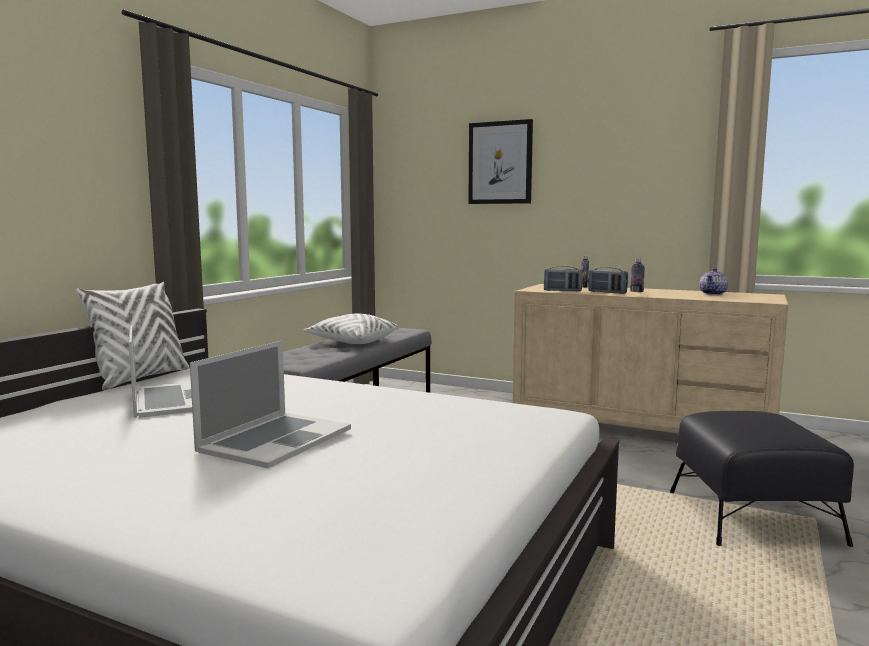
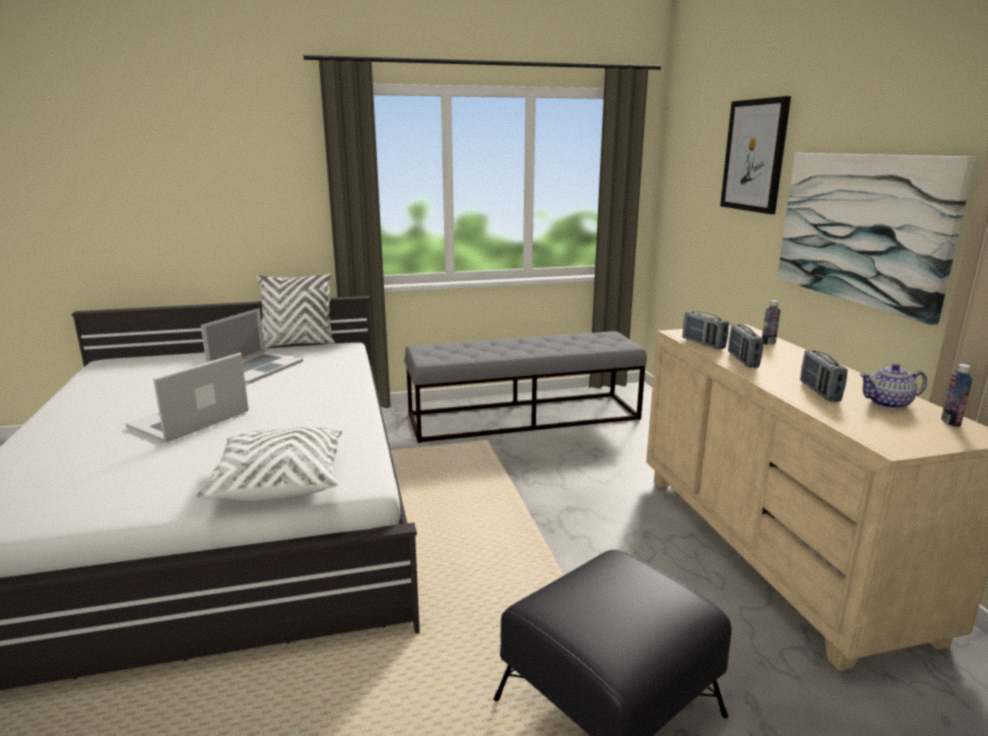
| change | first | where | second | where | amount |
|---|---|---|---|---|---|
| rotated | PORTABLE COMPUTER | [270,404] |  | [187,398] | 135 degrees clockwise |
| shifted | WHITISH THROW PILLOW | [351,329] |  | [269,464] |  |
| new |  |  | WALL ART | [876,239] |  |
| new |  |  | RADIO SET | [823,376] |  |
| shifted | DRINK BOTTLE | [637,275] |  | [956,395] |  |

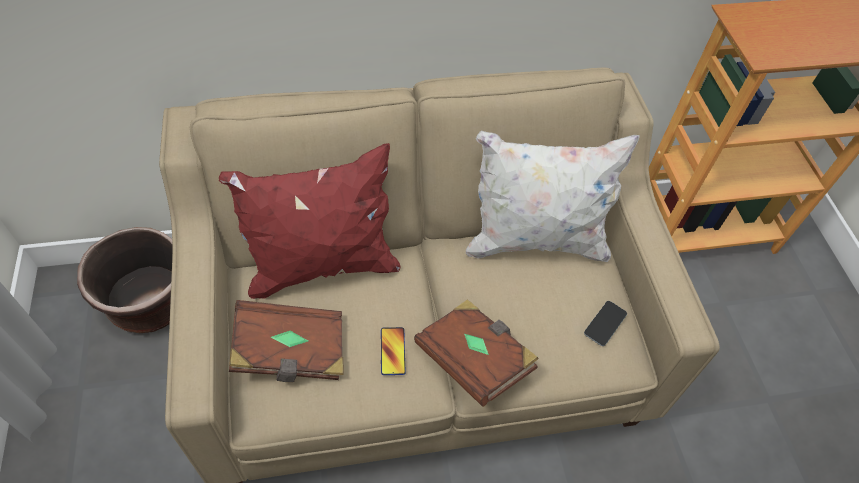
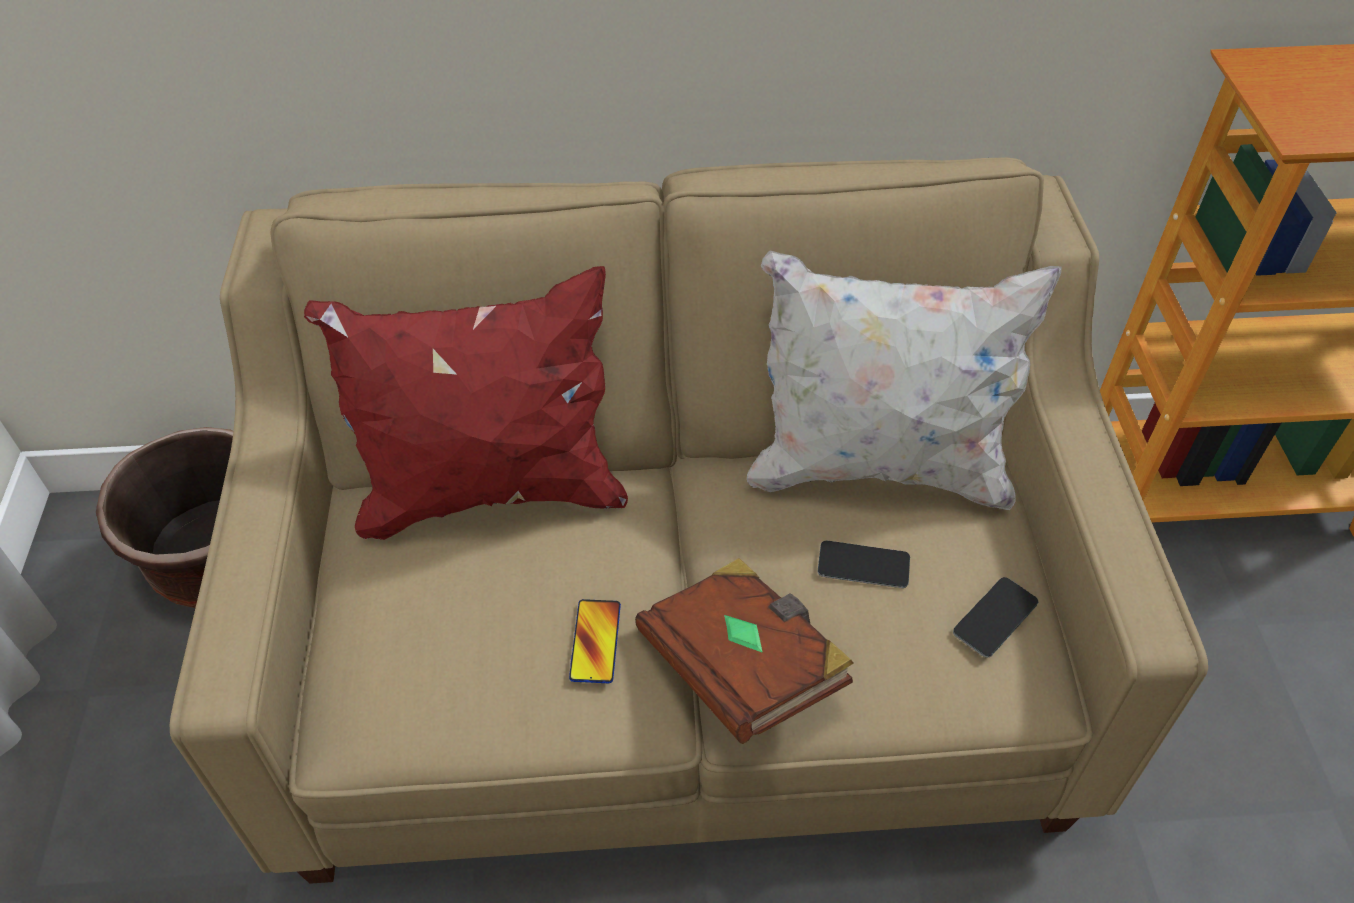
| change | first | where | second | where | amount |
|---|---|---|---|---|---|
| new |  |  | HANDSET | [864,564] |  |
| gone | BROWN VOLUME | [286,341] |  |  |  |

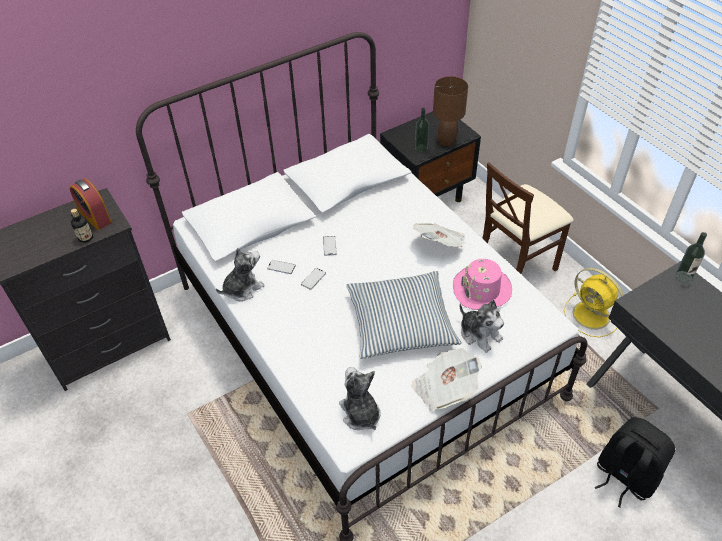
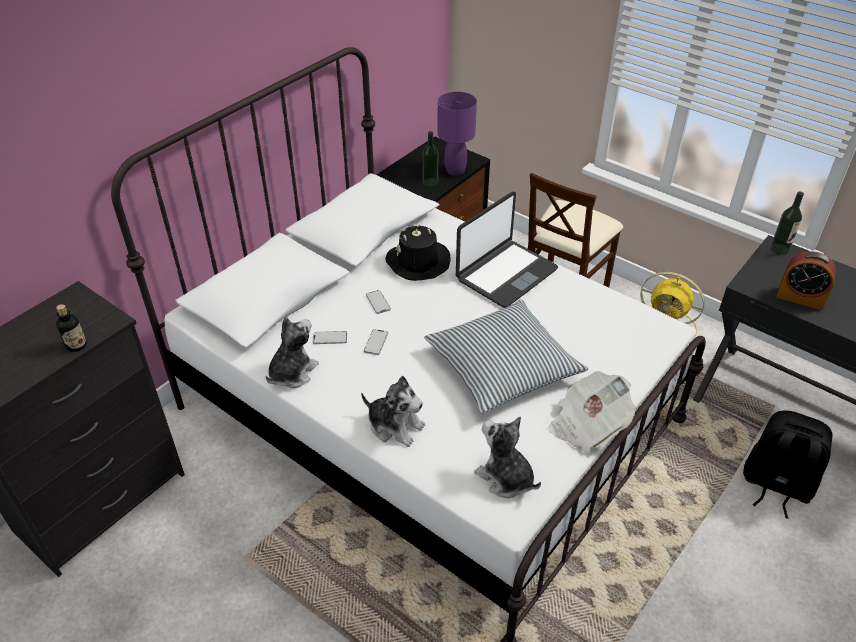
| change | first | where | second | where | amount |
|---|---|---|---|---|---|
| shifted | SOFT TOY | [482,326] |  | [393,411] |  |
| new |  |  | BLACK-COLOURED WEARABLE HAT | [418,252] |  |
| repainted | BROWN TABLE LAMP | [450,111] | PURPLISH TABLE LAMP | [457,133] |  |
| swapped | NEWSPAPER | [439,235] | PORTABLE COMPUTER | [507,250] |  |
| shifted | BEDSIDE CLOCK | [91,204] |  | [806,280] |  |
| gone | PINK WEARABLE HAT | [482,284] |  |  |  |

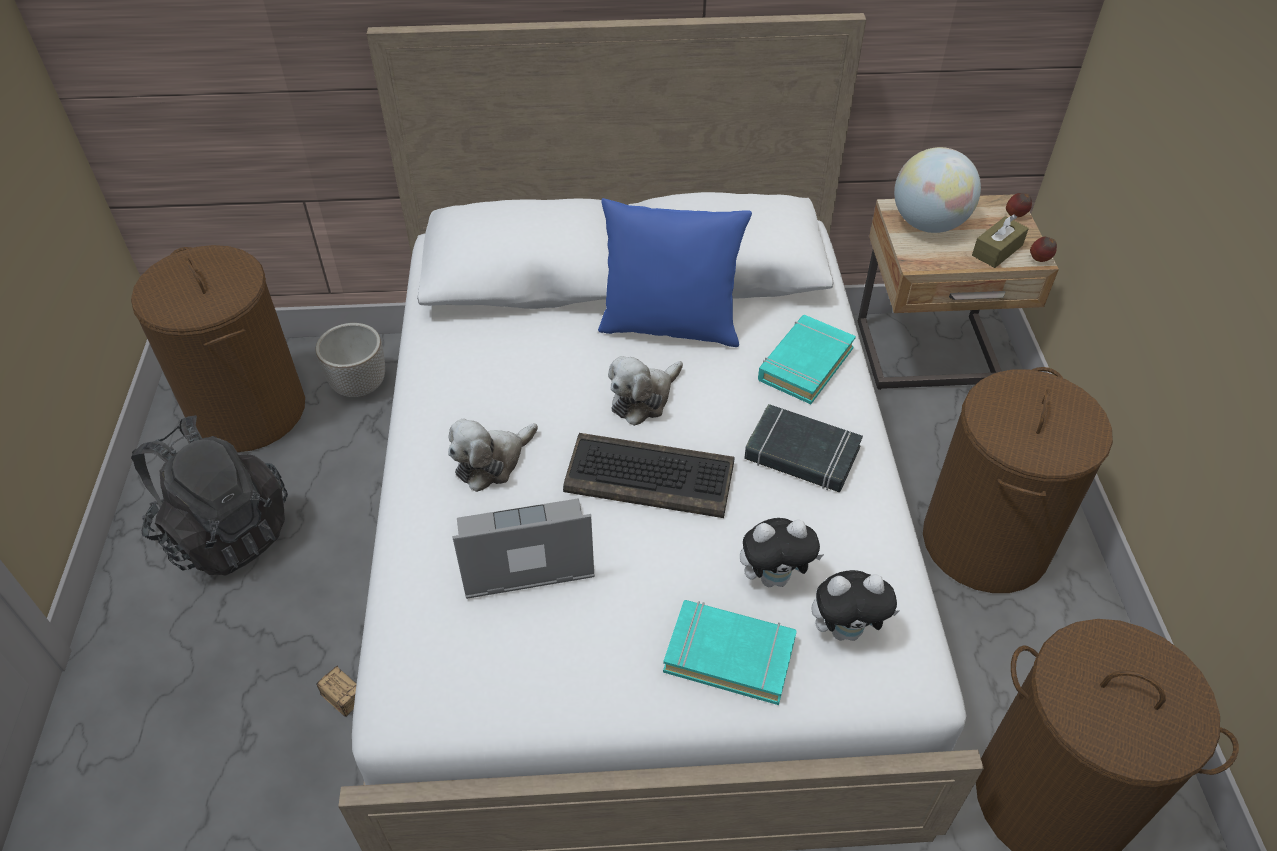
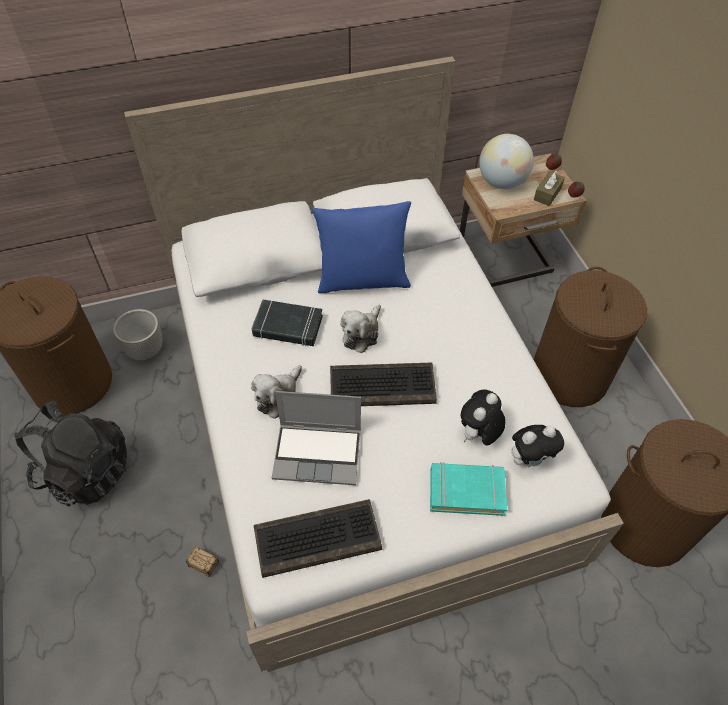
| change | first | where | second | where | amount |
|---|---|---|---|---|---|
| shifted | BLACK-COLOURED VOLUME | [803,448] |  | [287,322] |  |
| new |  |  | KEYBOARD | [318,538] |  |
| rotated | PORTABLE COMPUTER | [523,548] |  | [316,438] | 150 degrees counterclockwise |
| rotated | SOFT TOY | [782,552] |  | [483,417] | 150 degrees clockwise |
| gone | BLUE-GREEN VOLUME | [807,359] |  |  |  |

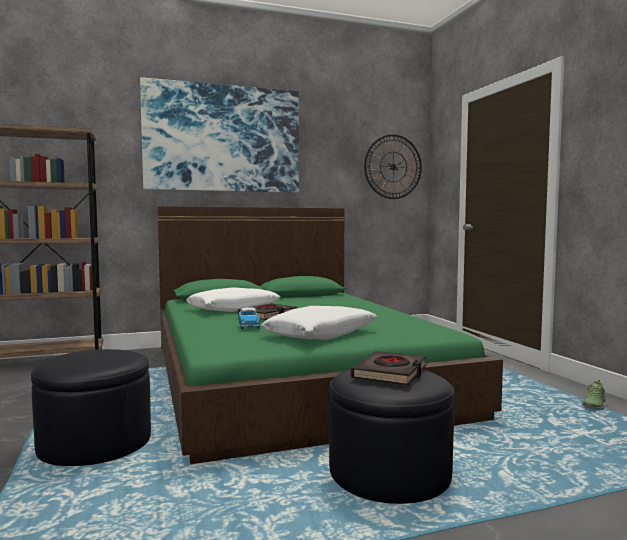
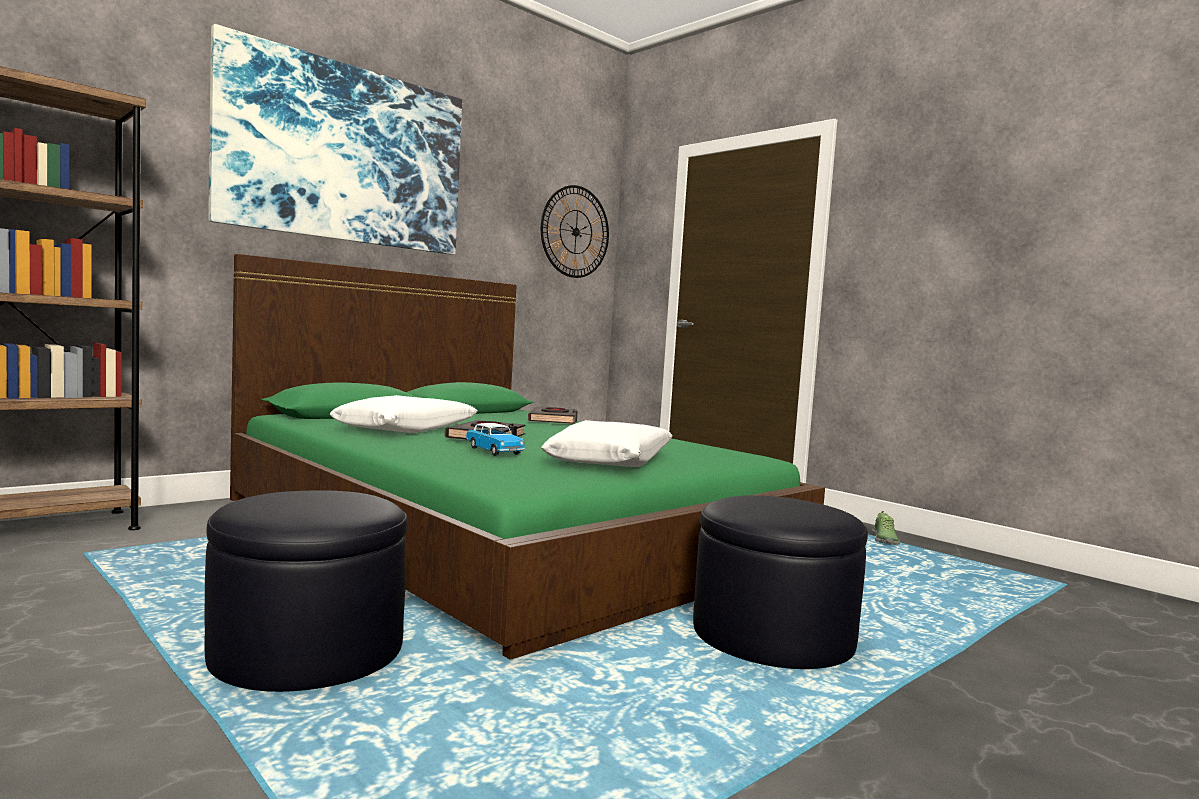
| change | first | where | second | where | amount |
|---|---|---|---|---|---|
| shifted | BLACK-COLOURED VOLUME | [388,368] |  | [553,415] |  |

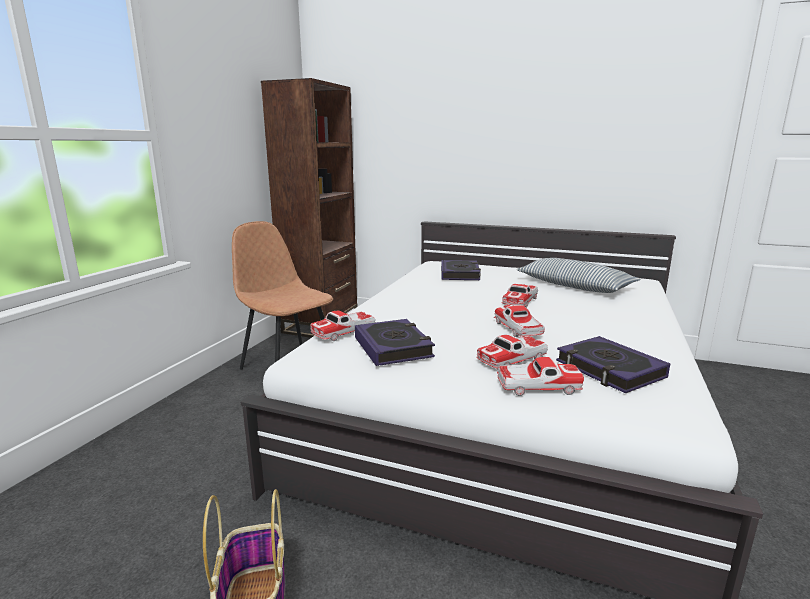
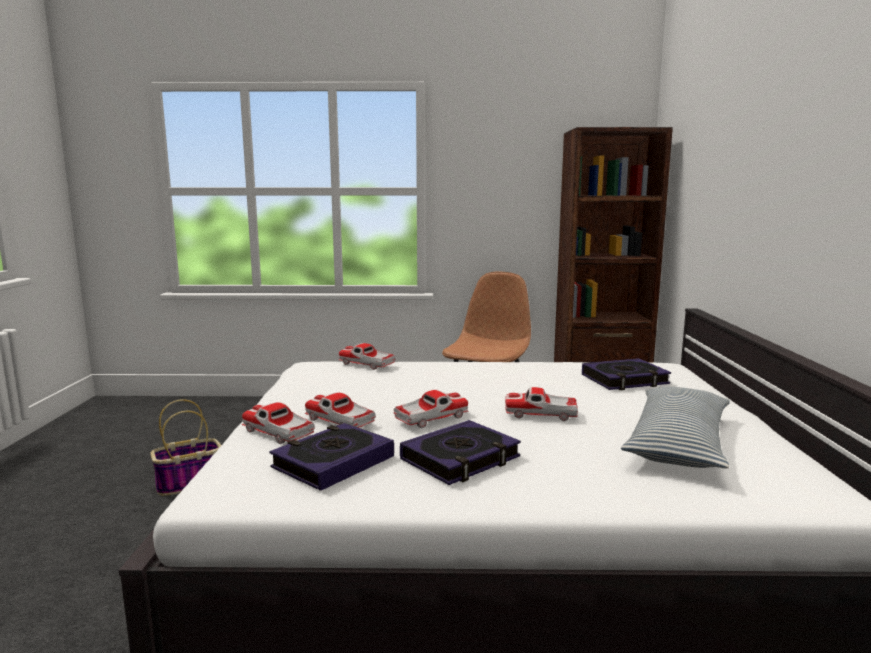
| change | first | where | second | where | amount |
|---|---|---|---|---|---|
| rotated | MODEL CAR | [540,376] |  | [278,423] | 150 degrees clockwise |
| shifted | VOLUME | [395,342] |  | [460,452] |  |

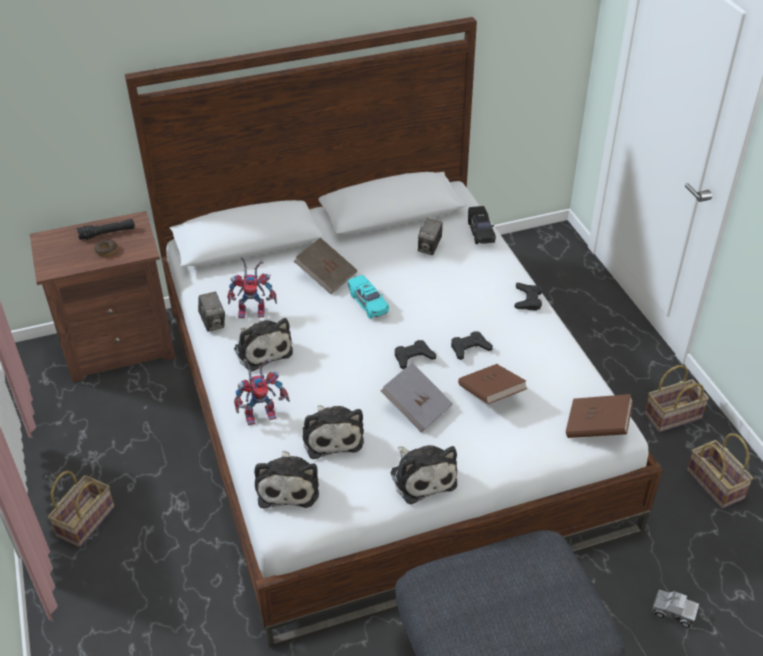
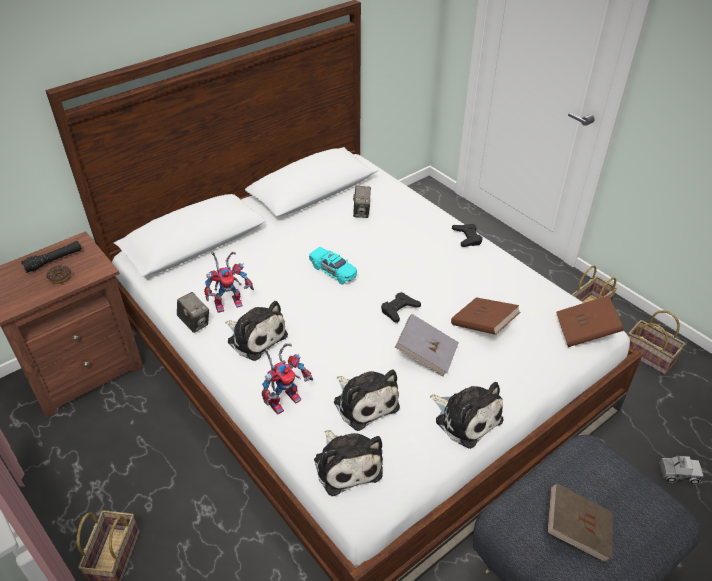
| change | first | where | second | where | amount |
|---|---|---|---|---|---|
| shifted | BROWN VOLUME | [325,266] |  | [580,522] |  |
| gone | BLACK-COLOURED JOYPAD | [472,345] |  |  |  |
| gone | BLACK-COLOURED MODEL CAR | [482,225] |  |  |  |

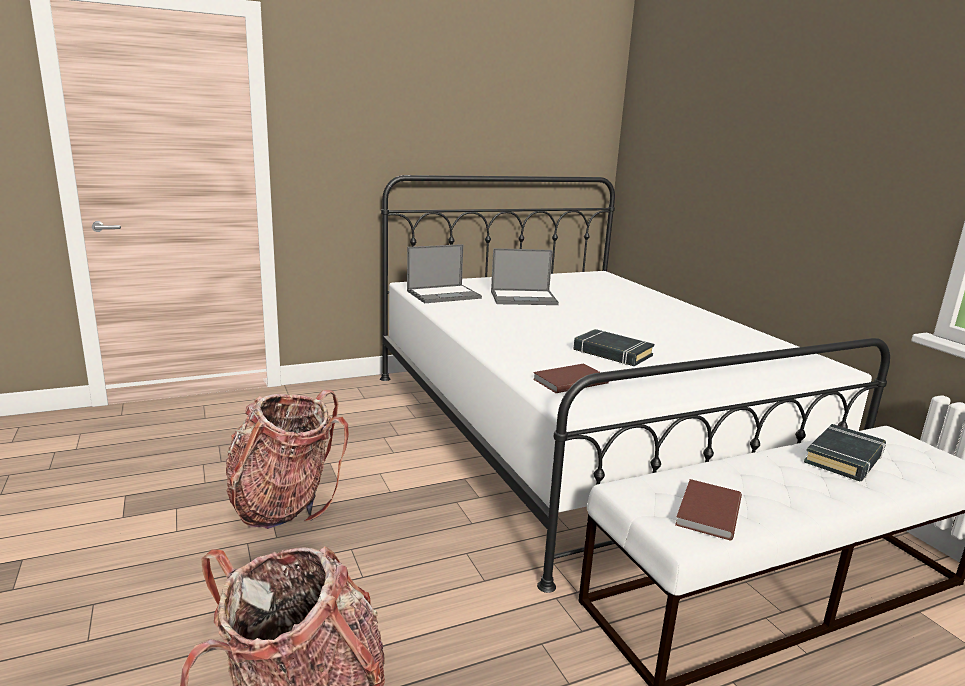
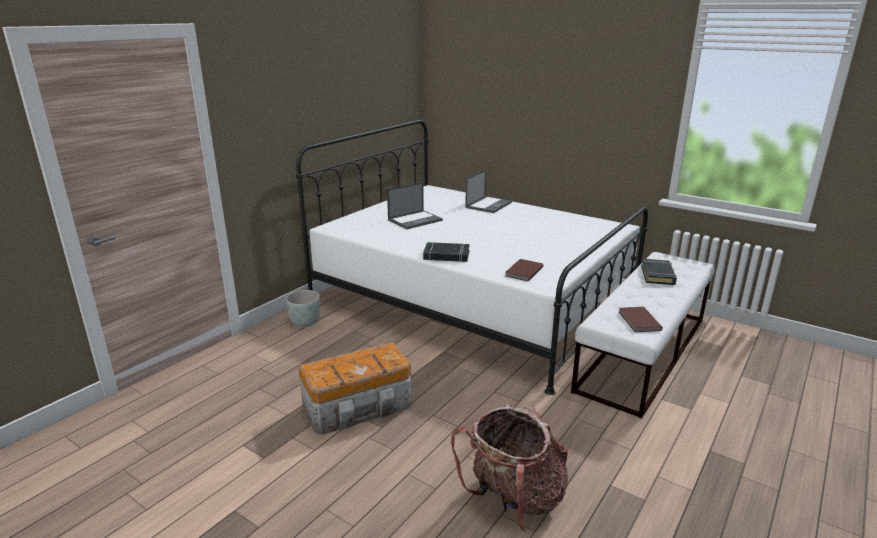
| change | first | where | second | where | amount |
|---|---|---|---|---|---|
| new |  |  | GRAY PLANT POT | [303,308] |  |
| swapped | RUCKSACK | [287,459] | STORAGE BOX | [355,388] |  |
| shifted | BLACK-COLOURED VOLUME | [613,347] |  | [446,252] |  |
| shifted | PORTABLE COMPUTER | [444,273] |  | [488,191] |  |

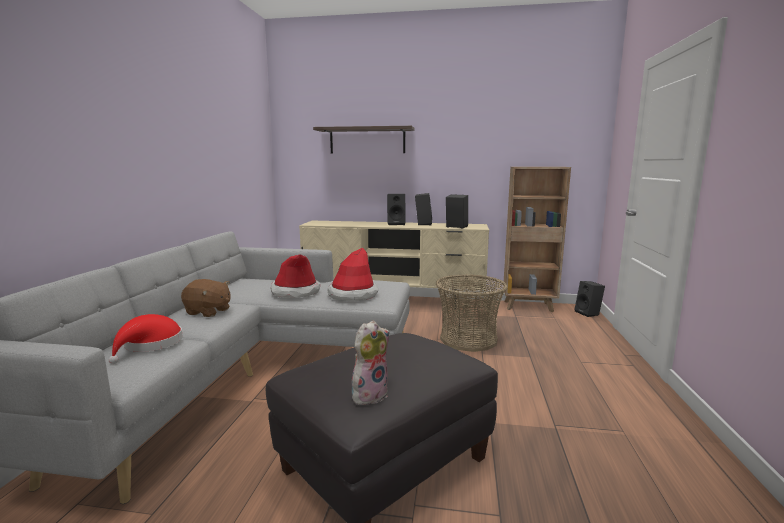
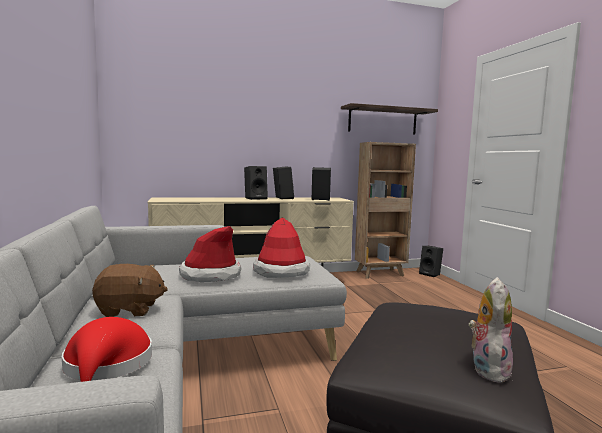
| change | first | where | second | where | amount |
|---|---|---|---|---|---|
| shifted | BRACKET SHELF | [364,140] |  | [389,119] |  |
| gone | STORAGE BASKET | [472,313] |  |  |  |

